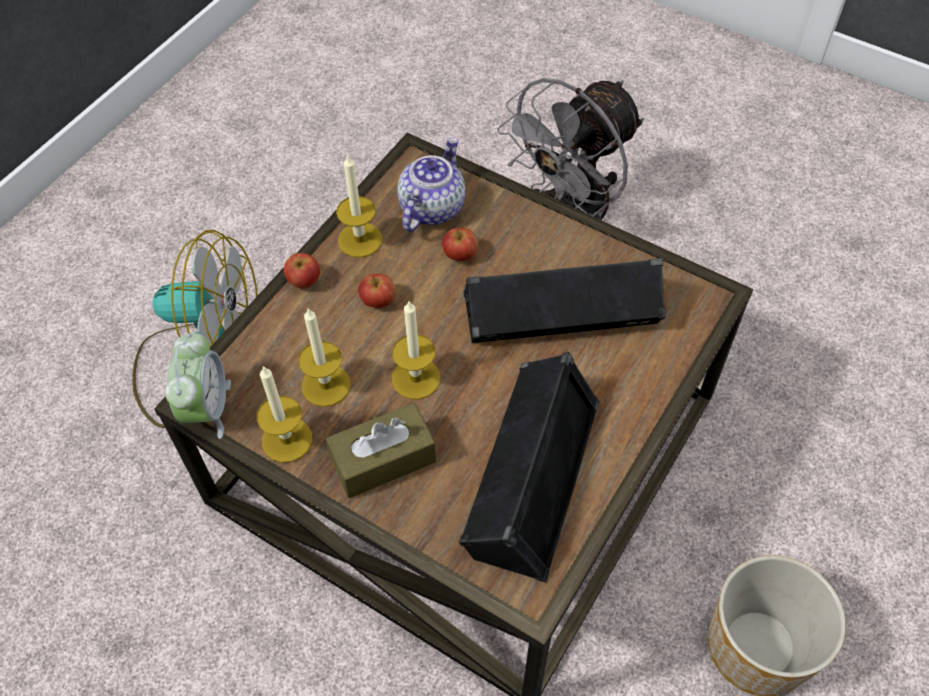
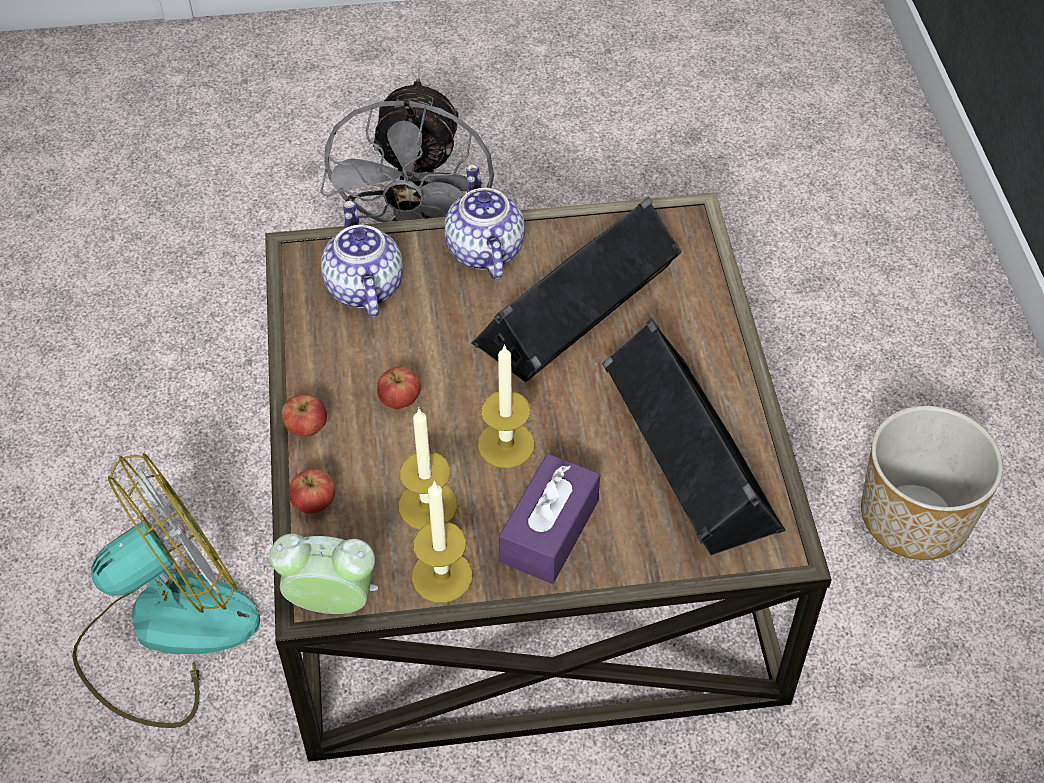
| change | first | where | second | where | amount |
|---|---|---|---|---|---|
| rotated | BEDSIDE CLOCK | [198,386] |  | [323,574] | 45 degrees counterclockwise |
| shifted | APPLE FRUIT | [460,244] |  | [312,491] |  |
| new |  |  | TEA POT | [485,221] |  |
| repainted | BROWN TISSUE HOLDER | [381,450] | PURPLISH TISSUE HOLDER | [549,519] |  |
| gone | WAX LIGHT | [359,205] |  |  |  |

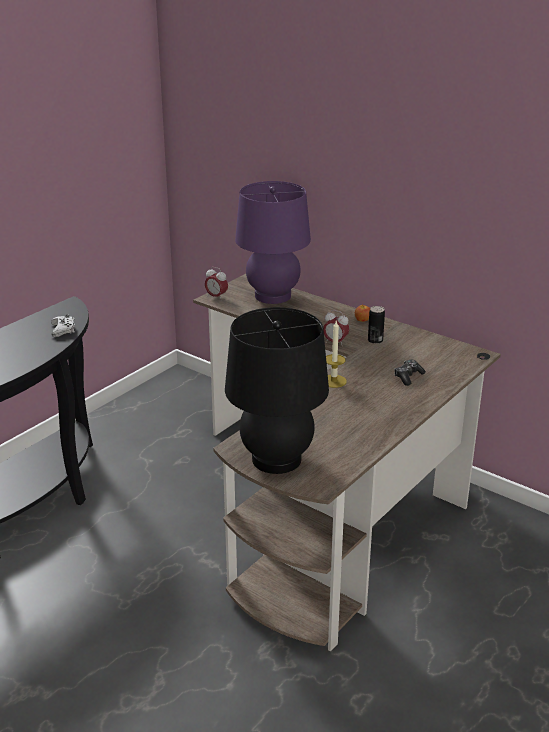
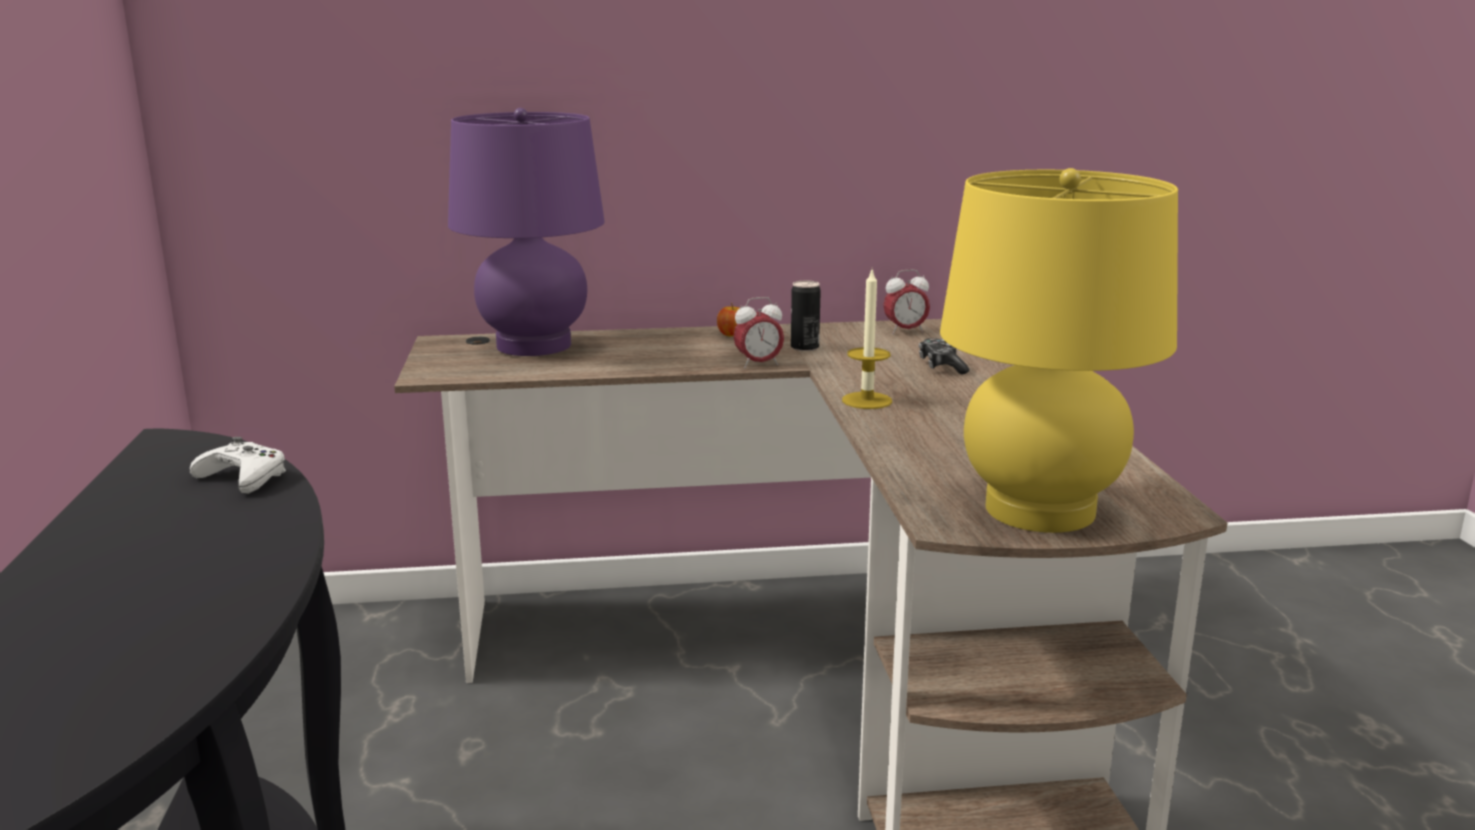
| change | first | where | second | where | amount |
|---|---|---|---|---|---|
| shifted | BEDSIDE CLOCK | [216,283] |  | [906,301] |  |
| repainted | BLACK-COLOURED TABLE LAMP | [277,390] | YELLOW-COLOURED TABLE LAMP | [1059,350] |  |

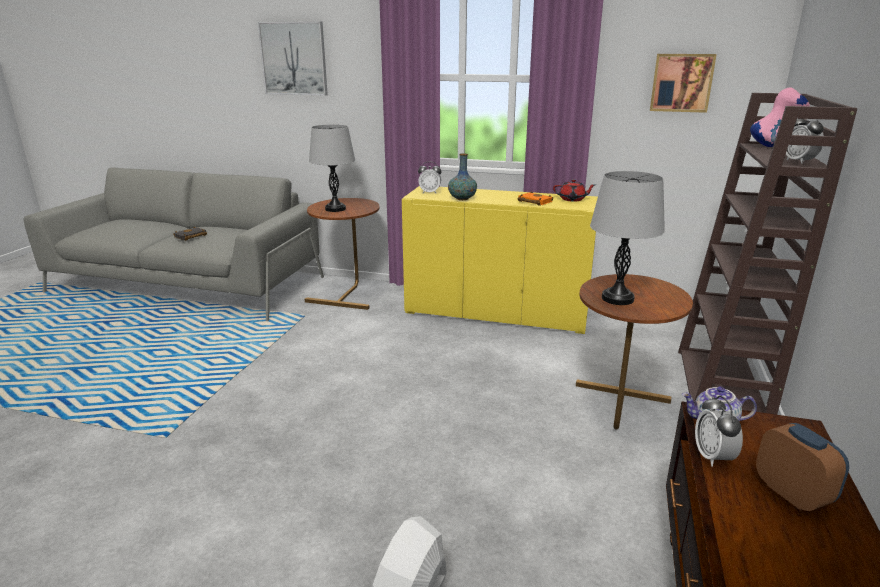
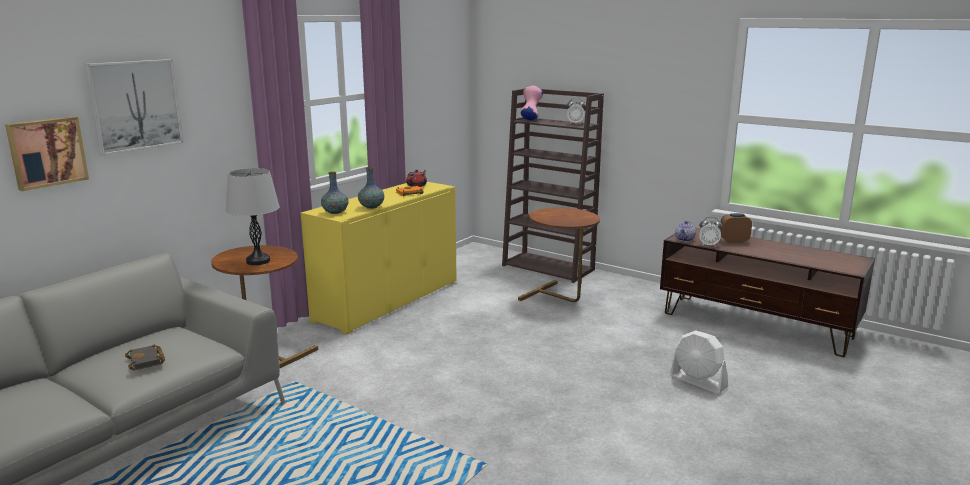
| change | first | where | second | where | amount |
|---|---|---|---|---|---|
| shifted | WALL ART | [683,83] |  | [47,154] |  |
| swapped | BEDSIDE CLOCK | [430,177] | DECORATIVE VASE | [335,193] |  |
| gone | GRAY TABLE LAMP | [627,238] |  |  |  |

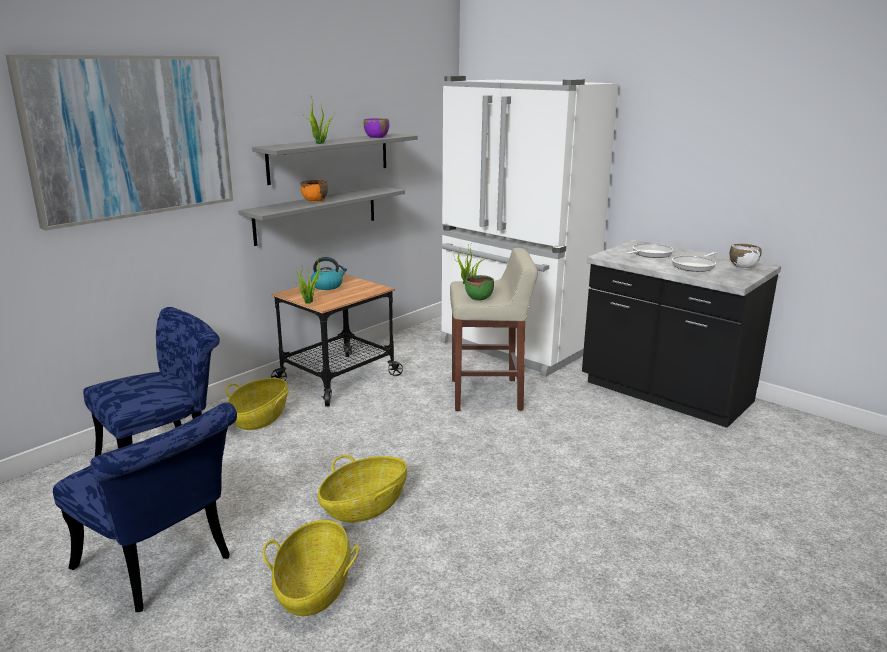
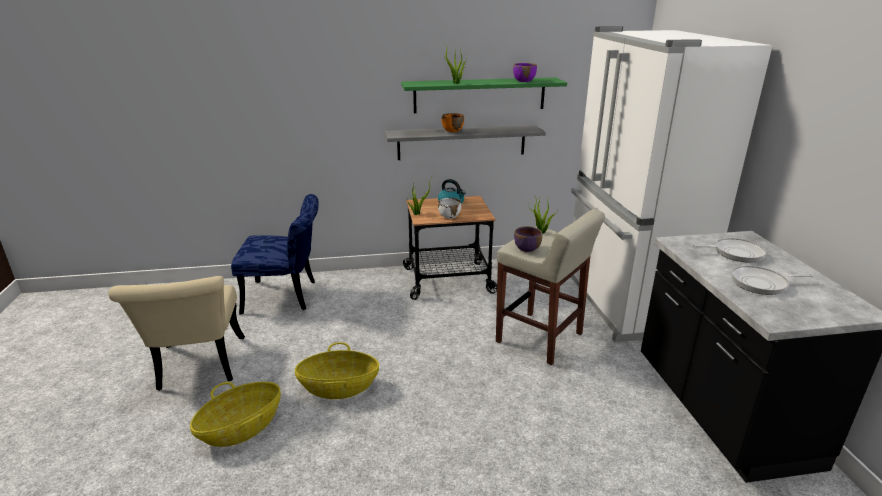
| change | first | where | second | where | amount |
|---|---|---|---|---|---|
| repainted | BLUISH PLAIN CHAIR | [145,507] | BEIGE-COLOURED PLAIN CHAIR | [176,333] |  |
| repainted | GRAY BRACKET SHELF | [335,159] | GREENISH BRACKET SHELF | [484,95] |  |
| shifted | WHITISH DEEP DISH | [745,256] |  | [449,208] |  |
| repainted | GREENISH DEEP DISH | [479,287] | PURPLISH DEEP DISH | [528,239] |  |
| gone | WALL ART | [119,143] |  |  |  |
| gone | STORAGE BASKET | [257,404] |  |  |  |

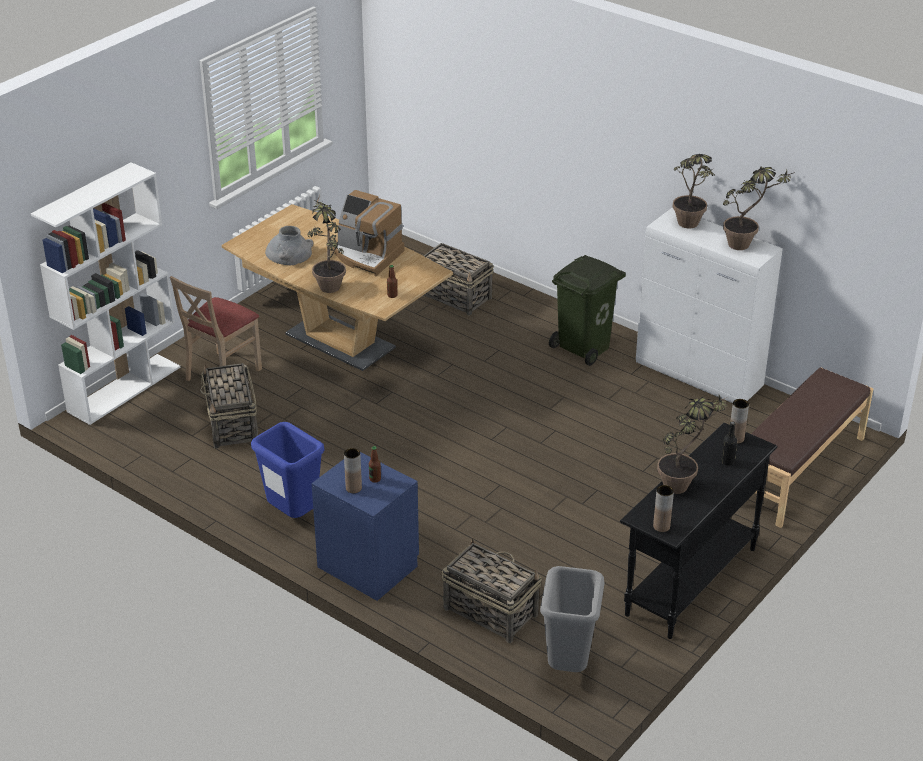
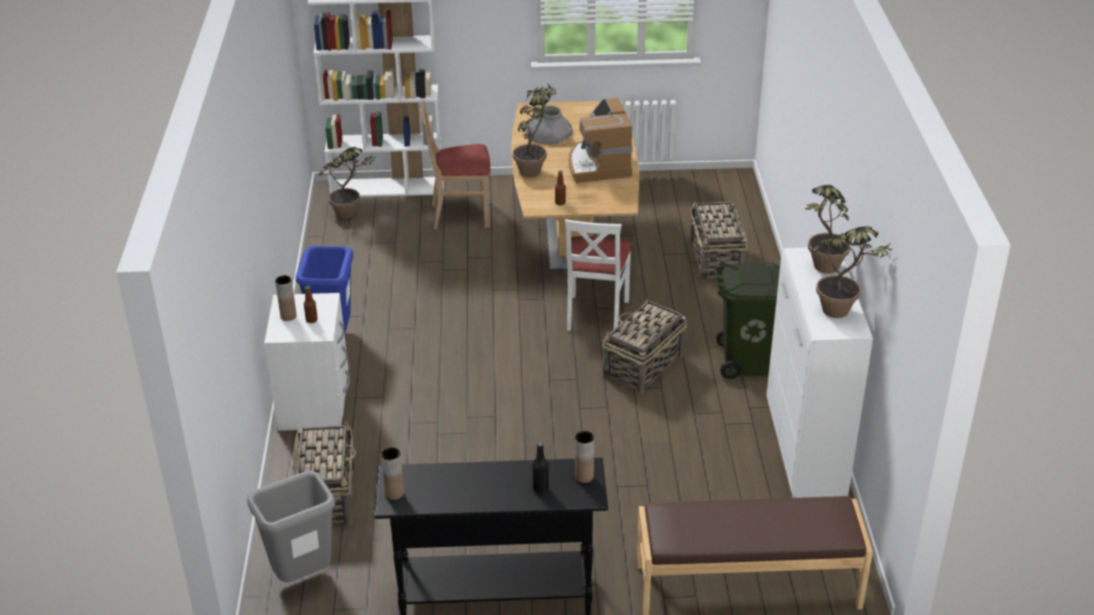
| change | first | where | second | where | amount |
|---|---|---|---|---|---|
| repainted | BLUISH NIGHTSTAND | [365,526] | WHITISH NIGHTSTAND | [307,362] |  |
| shifted | HOUSEPLANT | [692,444] |  | [347,183] |  |
| new |  |  | WHITISH PLAIN CHAIR | [598,275] |  |
| shifted | STORAGE BASKET | [229,406] |  | [645,345] |  |

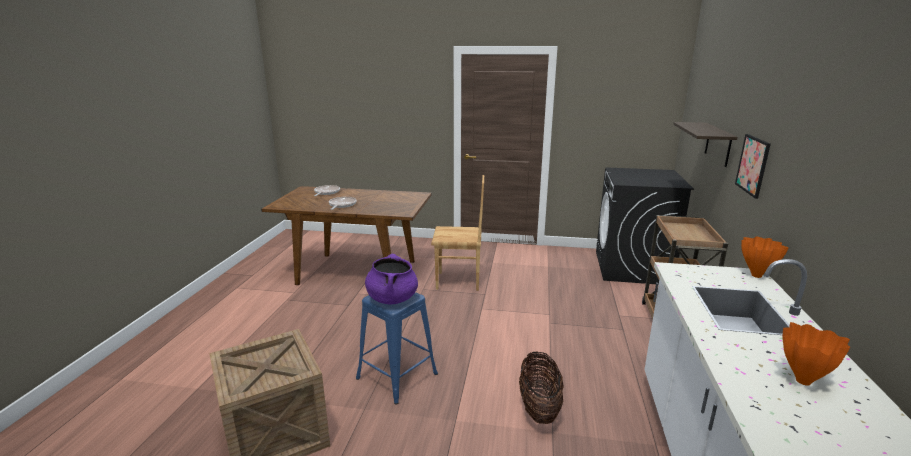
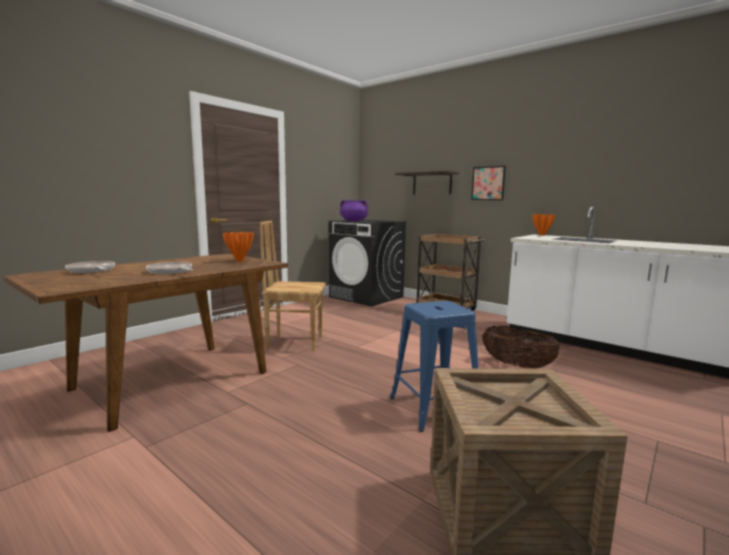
| change | first | where | second | where | amount |
|---|---|---|---|---|---|
| shifted | ORANGE-COLOURED DECORATIVE VASE | [816,354] |  | [238,247] |  |
| rotated | BROWN PLAIN CHAIR | [457,233] |  | [293,286] | 120 degrees counterclockwise |
| shifted | PURPLISH SAUCEPOT | [391,278] |  | [354,210] |  |

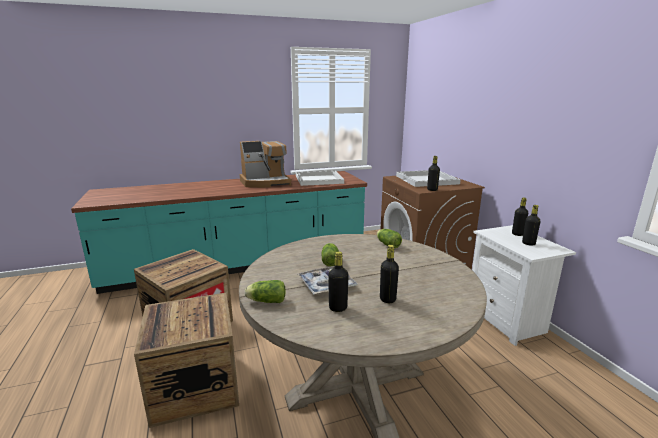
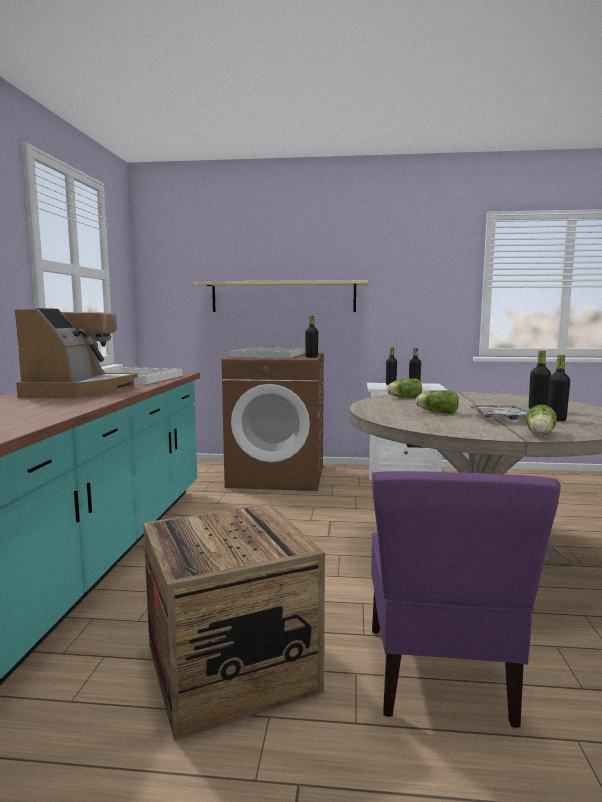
| change | first | where | second | where | amount |
|---|---|---|---|---|---|
| new |  |  | BEIGE-COLOURED BRACKET SHELF | [281,296] |  |
| swapped | SHIPPING CRATE | [186,360] | PURPLISH PLAIN CHAIR | [466,599] |  |

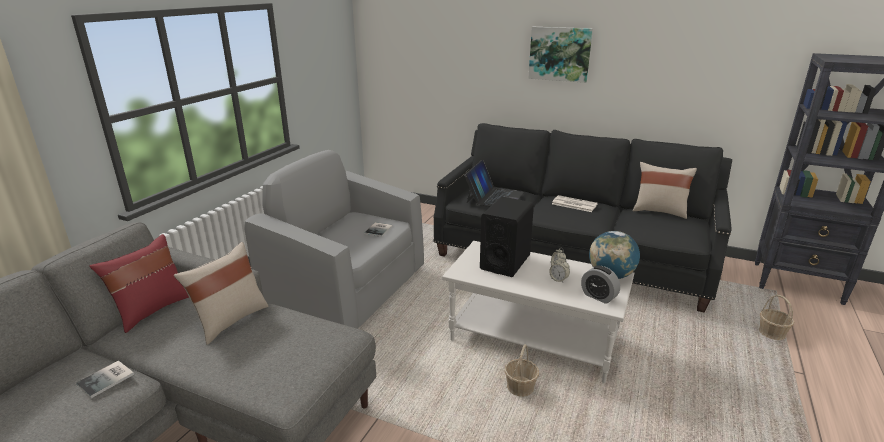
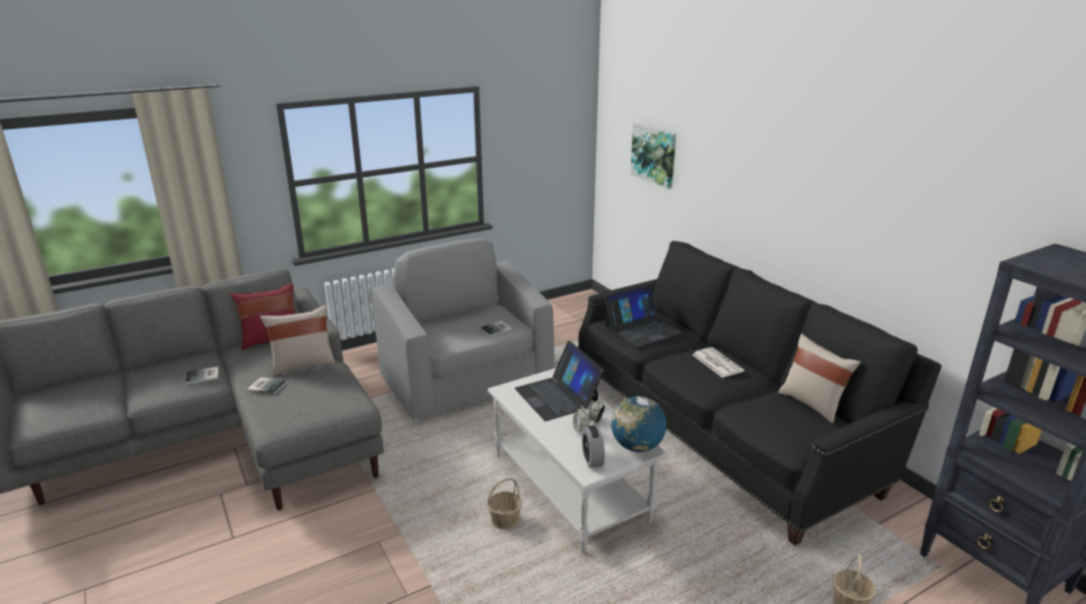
| change | first | where | second | where | amount |
|---|---|---|---|---|---|
| new |  |  | VOLUME | [267,386] |  |
| swapped | BLACK-COLOURED SPEAKER | [507,237] | PORTABLE COMPUTER | [559,381] |  |
| shifted | WALL ART | [560,55] |  | [653,156] |  |

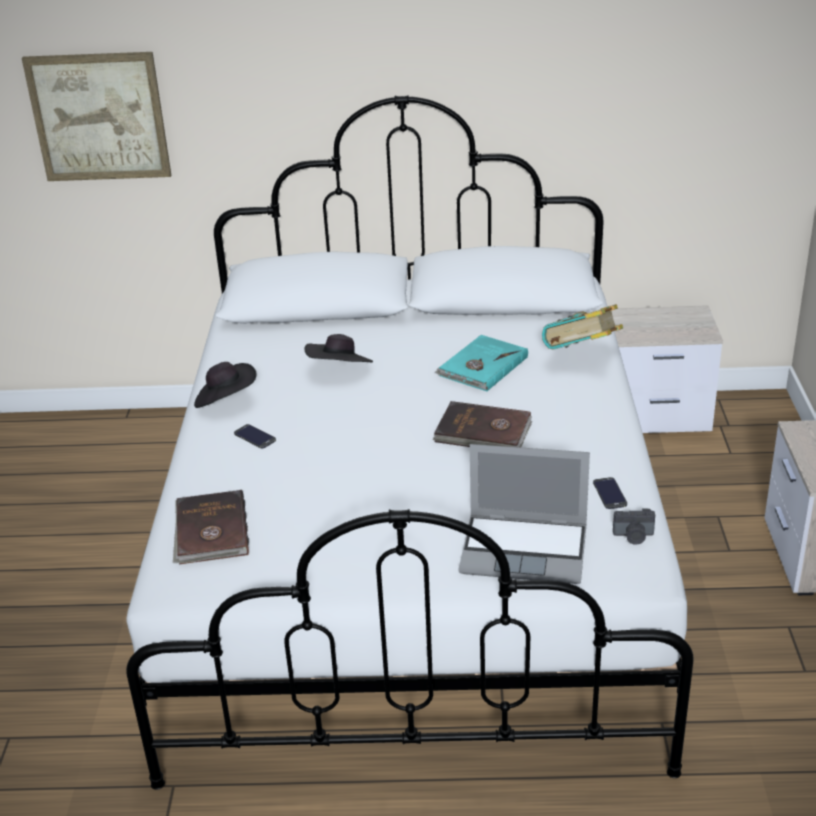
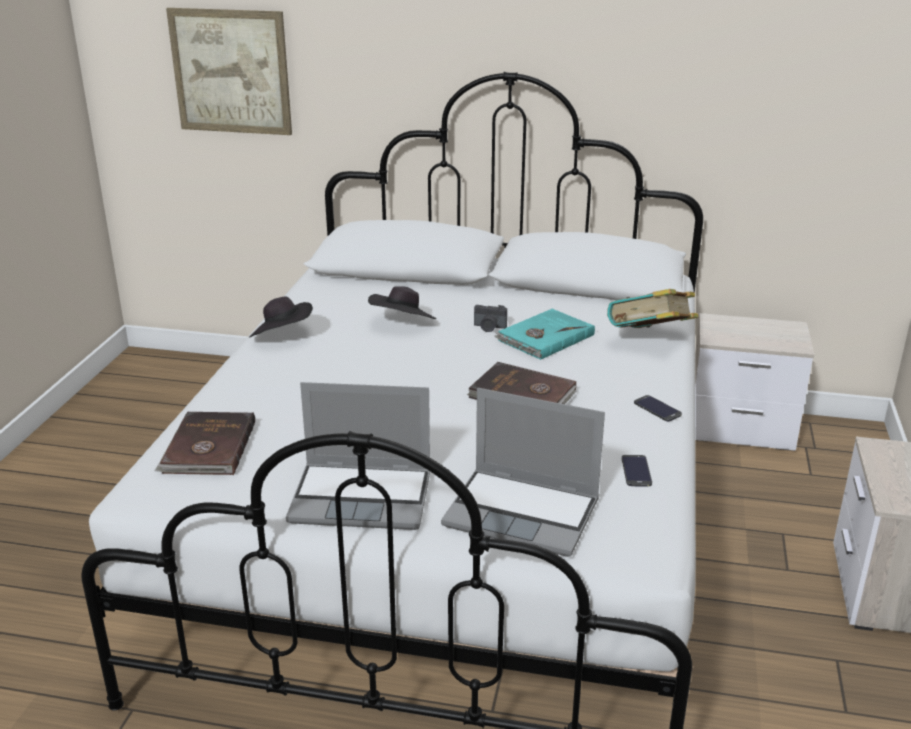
| change | first | where | second | where | amount |
|---|---|---|---|---|---|
| new |  |  | PORTABLE COMPUTER | [358,456] |  |
| shifted | PHOTO CAMERA | [634,526] |  | [490,318] |  |
| shifted | HANDSET | [255,436] |  | [658,408] |  |

